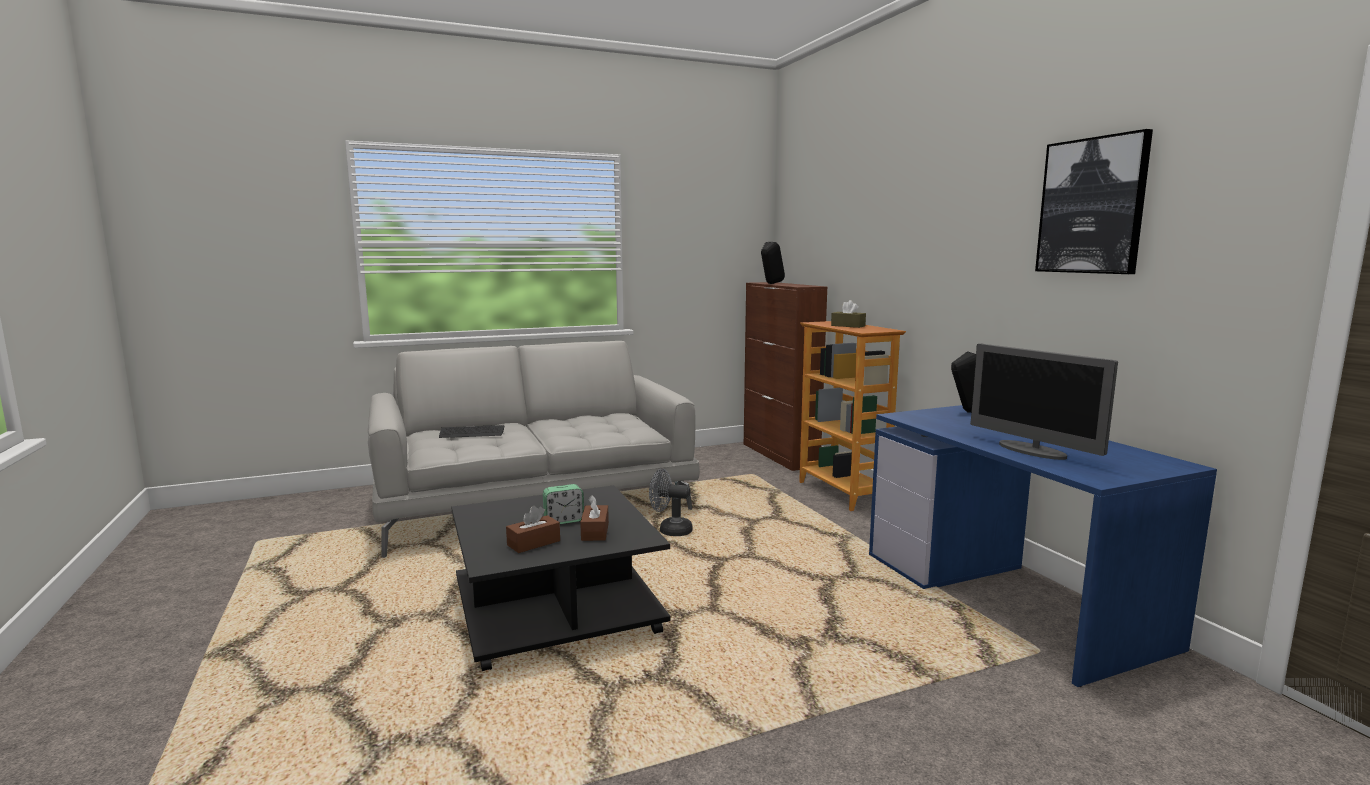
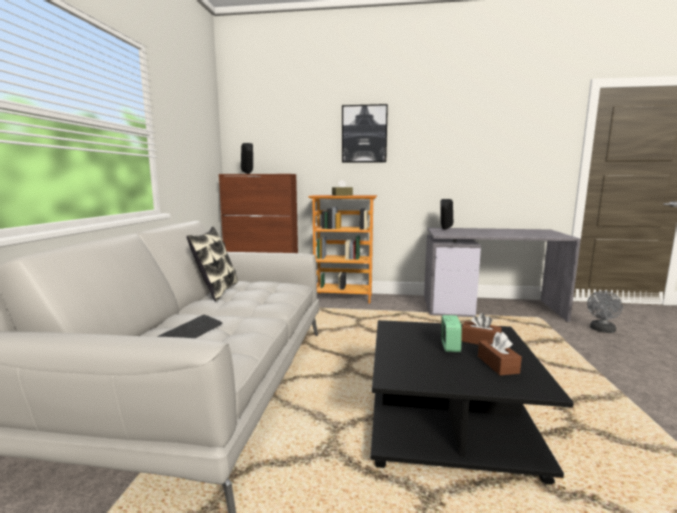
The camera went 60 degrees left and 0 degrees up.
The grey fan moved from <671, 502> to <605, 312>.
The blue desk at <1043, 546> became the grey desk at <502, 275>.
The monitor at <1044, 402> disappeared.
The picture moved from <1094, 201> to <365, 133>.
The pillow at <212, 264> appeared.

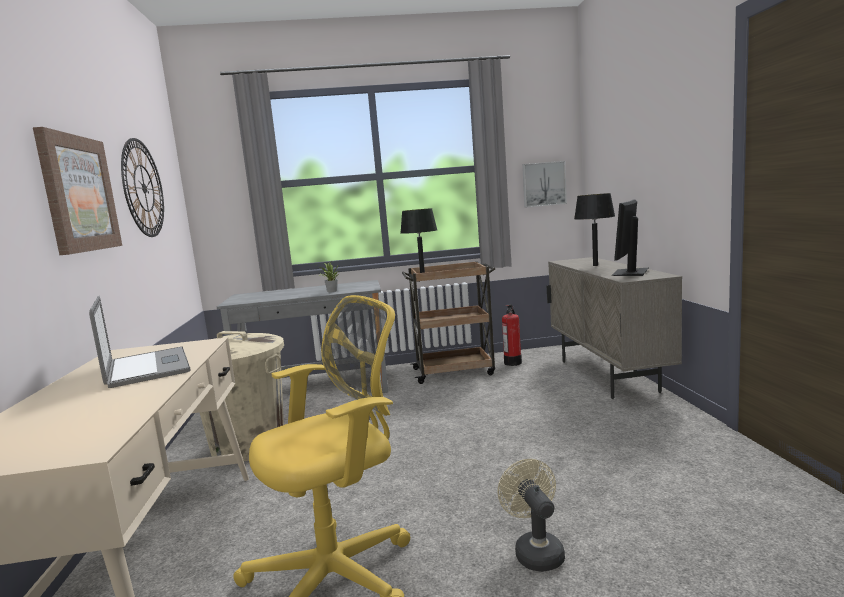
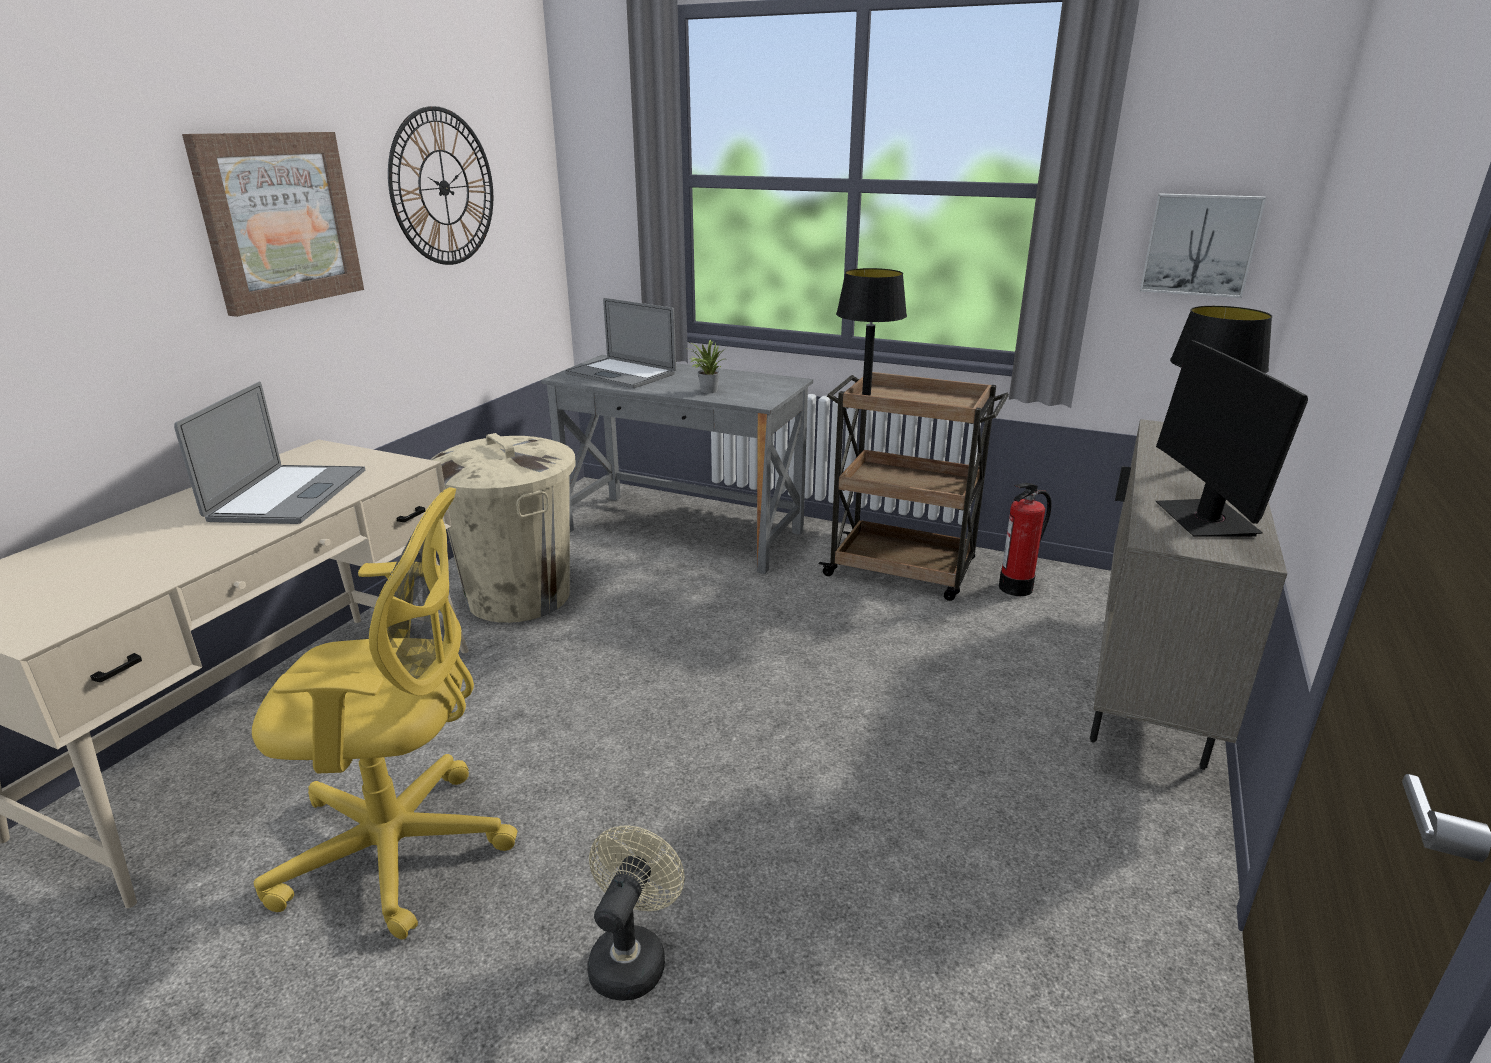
The camera went 30 degrees right and 15 degrees up.
The monitor at <630, 237> turned 60 degrees counterclockwise.
The laptop at <620, 343> appeared.

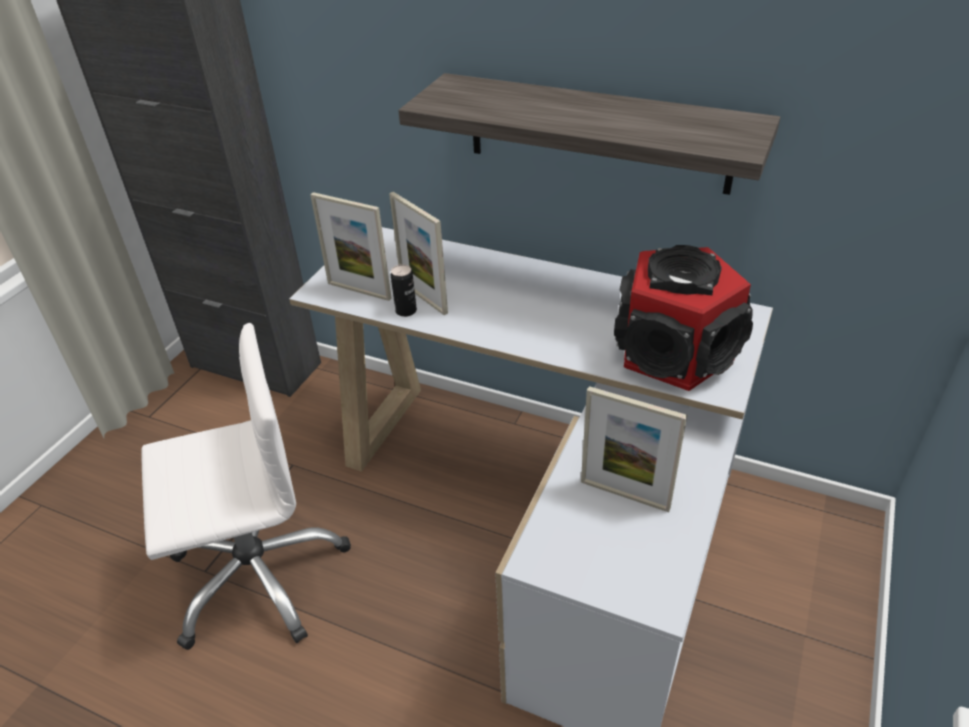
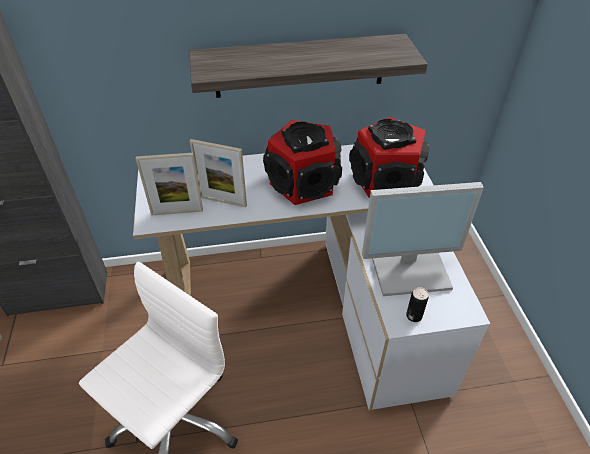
The camera went 35 degrees left and 5 degrees up.
The can moved from <404, 290> to <417, 304>.
The picture frame at <634, 449> was replaced by the monitor at <423, 239>.
The speaker at <302, 162> appeared.

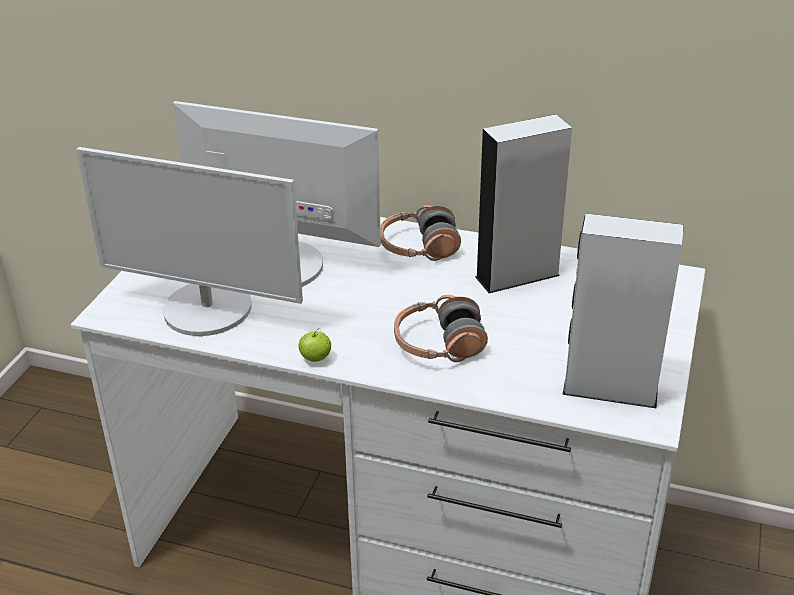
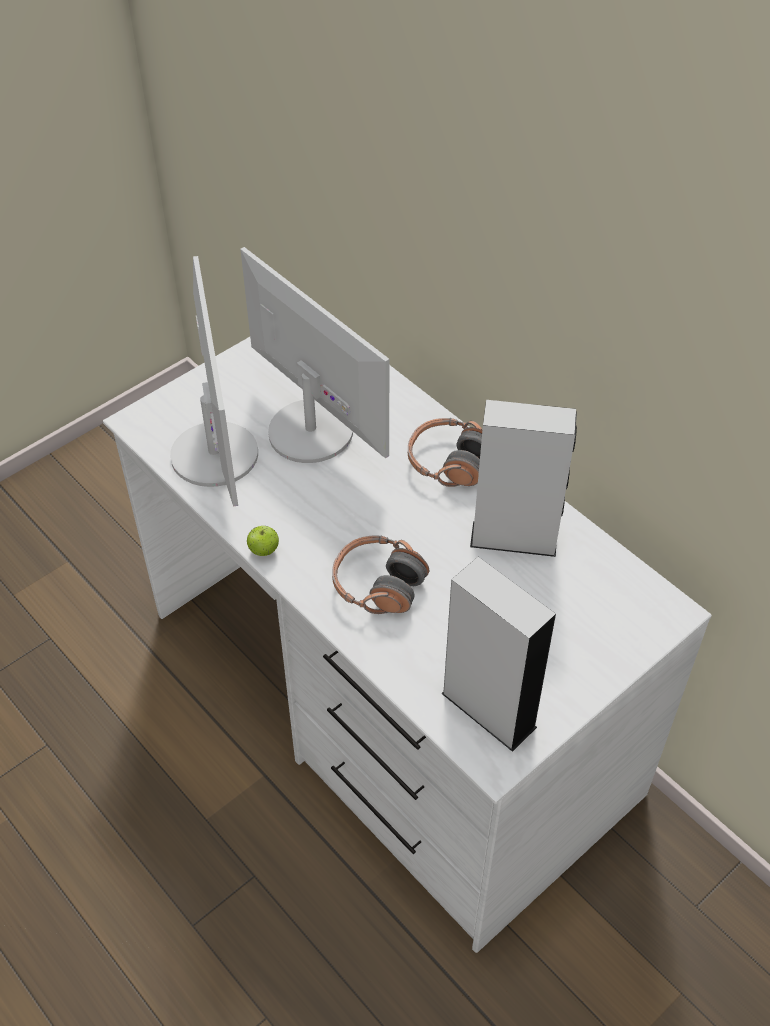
The camera went 30 degrees right and 15 degrees up.
The monitor at <189, 241> turned 150 degrees counterclockwise.

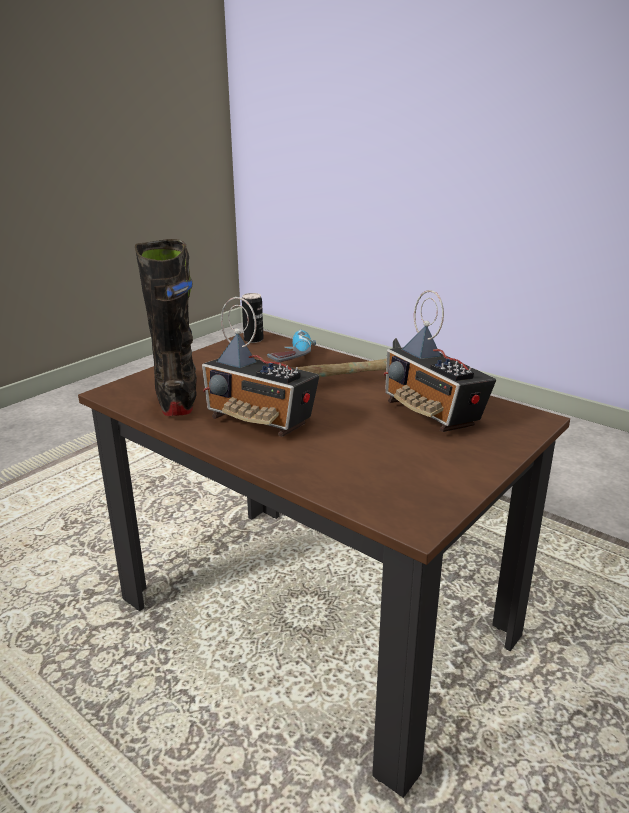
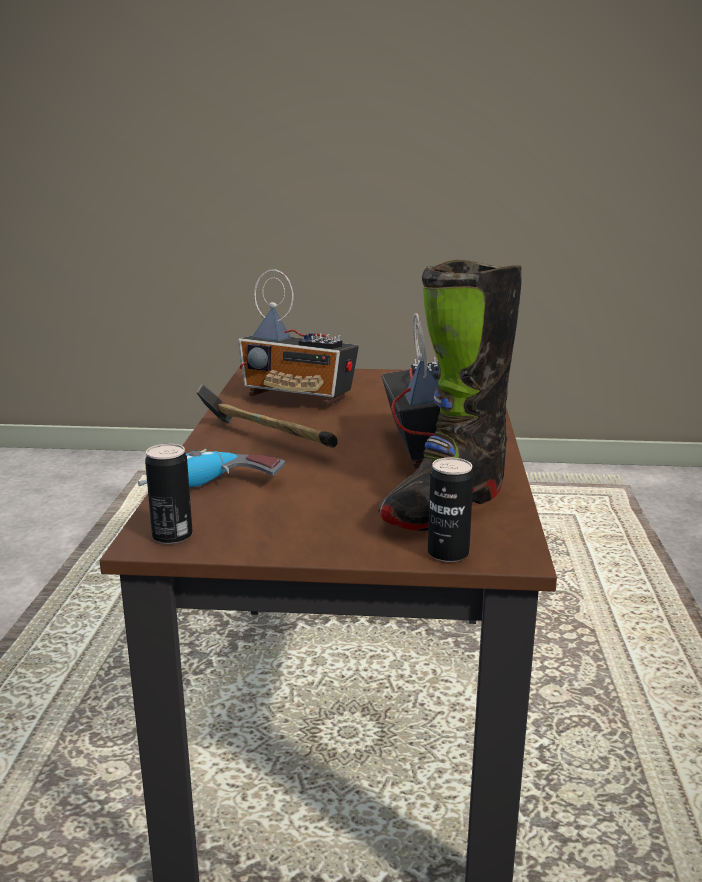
The camera went 125 degrees left and 5 degrees down.
The radio at <440, 361> turned 90 degrees clockwise.
The can at <451, 510> appeared.

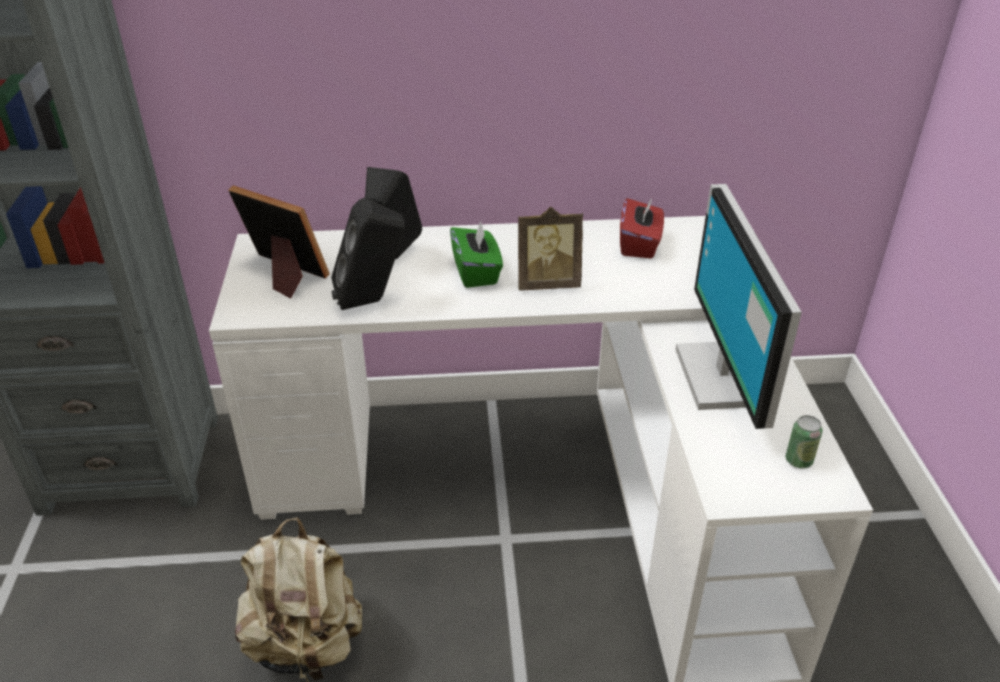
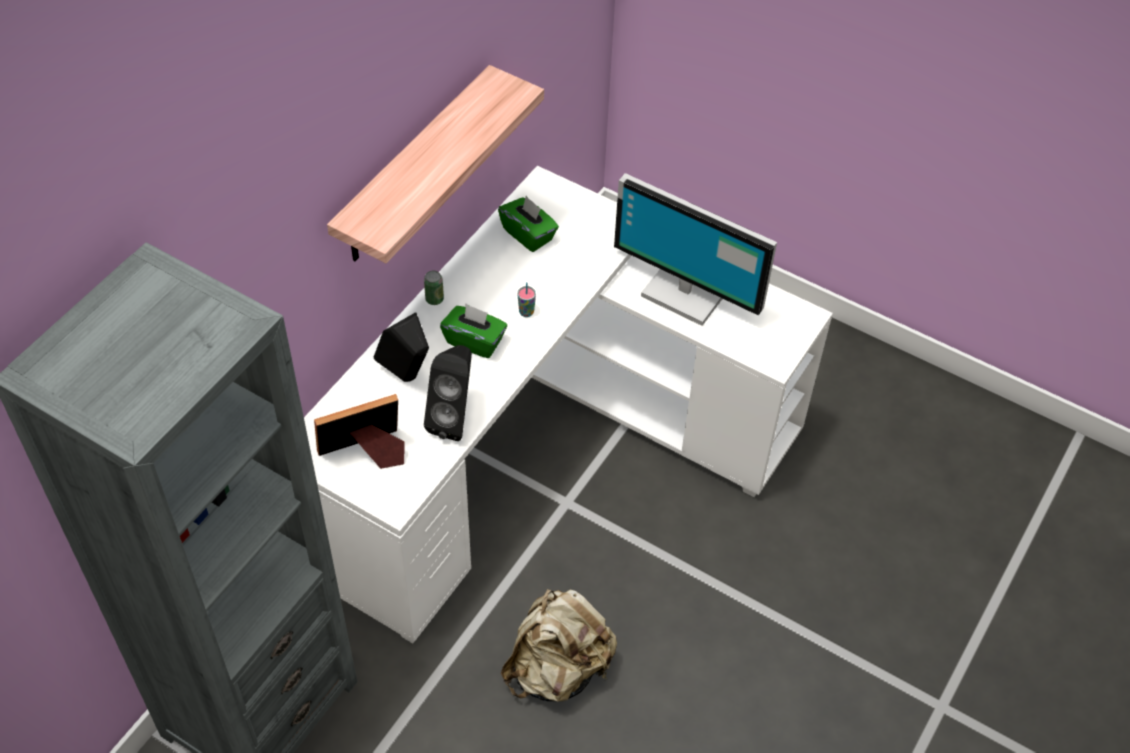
The camera went 55 degrees left and 15 degrees up.
The picture frame at <550, 249> was replaced by the cup at <526, 299>.
The red tissue box at <642, 227> became the green tissue box at <528, 224>.
The can moved from <804, 442> to <434, 288>.
The shelf at <435, 164> appeared.

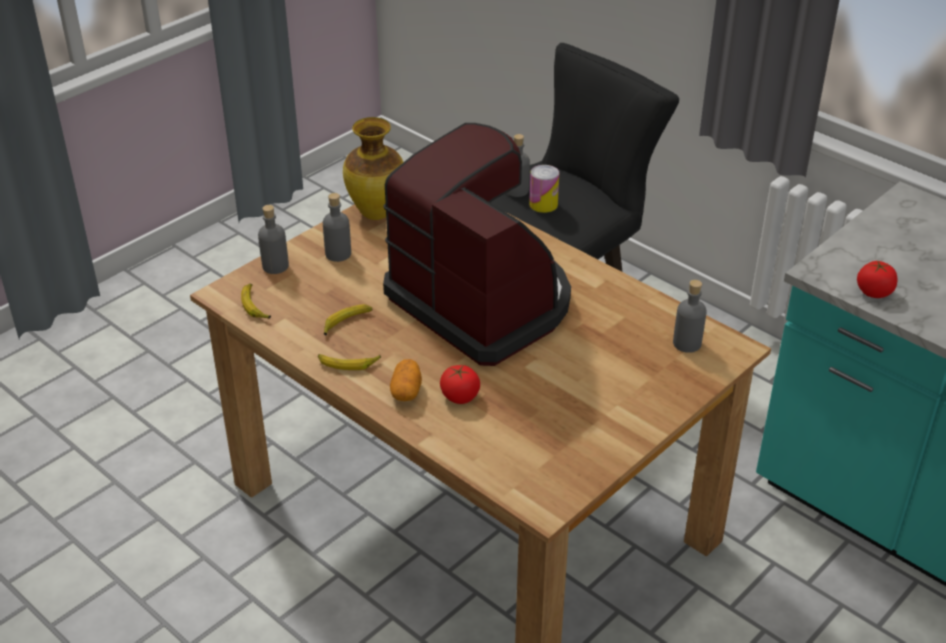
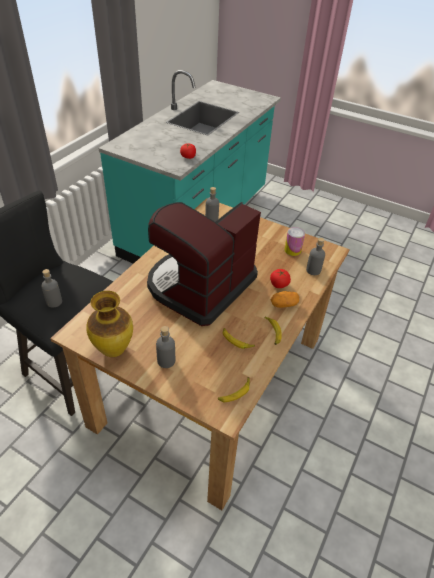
The camera went 105 degrees left and 5 degrees up.
The grey bottle moved from <273, 239> to <315, 256>.
The can moved from <544, 189> to <294, 241>.

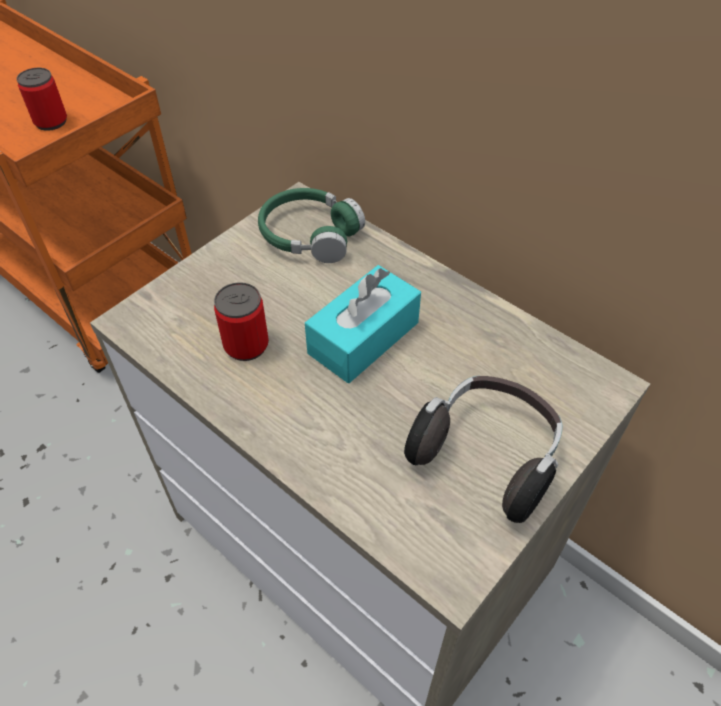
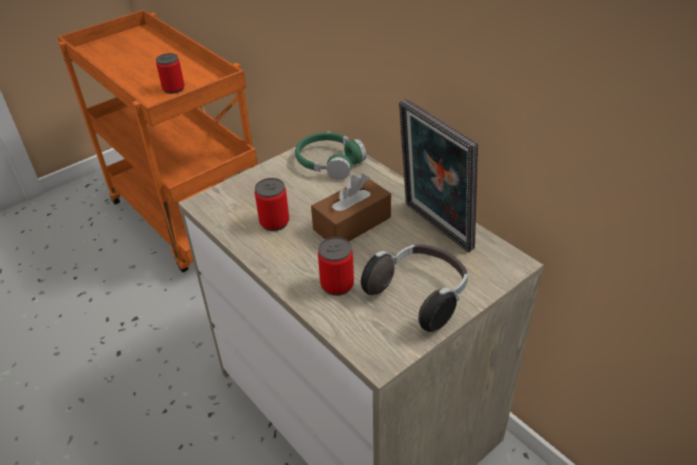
The camera went 10 degrees right and 10 degrees down.
The turquoise tissue box at <363, 324> became the brown tissue box at <351, 207>.
The can at <336, 266> appeared.
The picture frame at <438, 175> appeared.

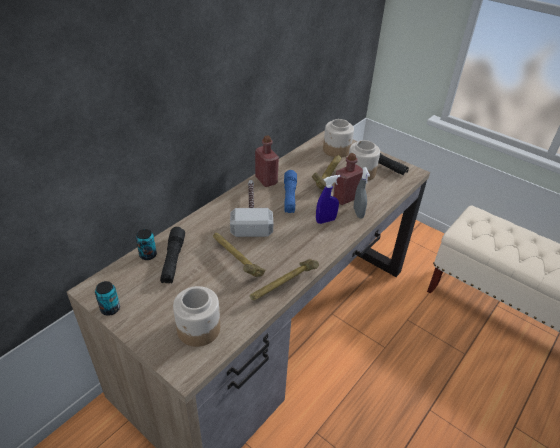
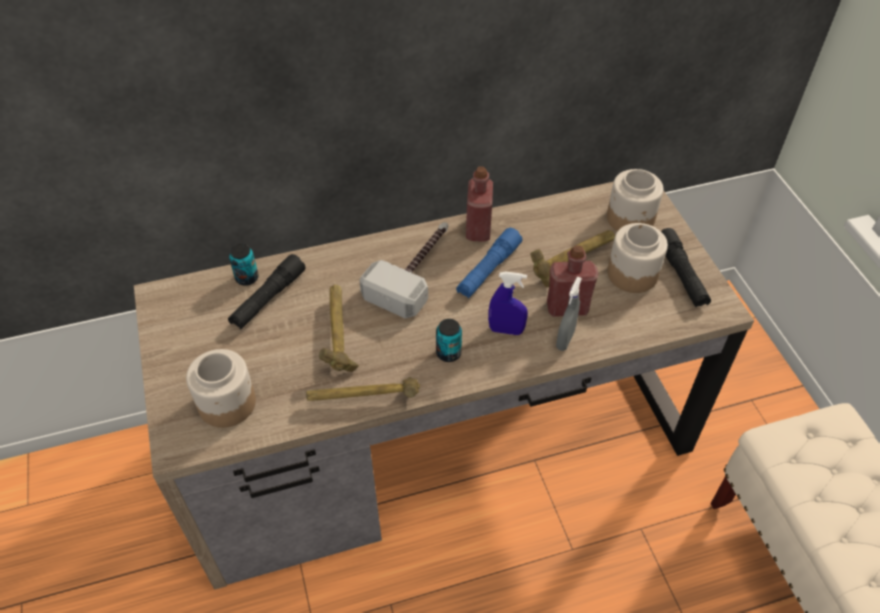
The camera went 35 degrees right and 10 degrees up.
The can moved from <107, 298> to <449, 340>.

